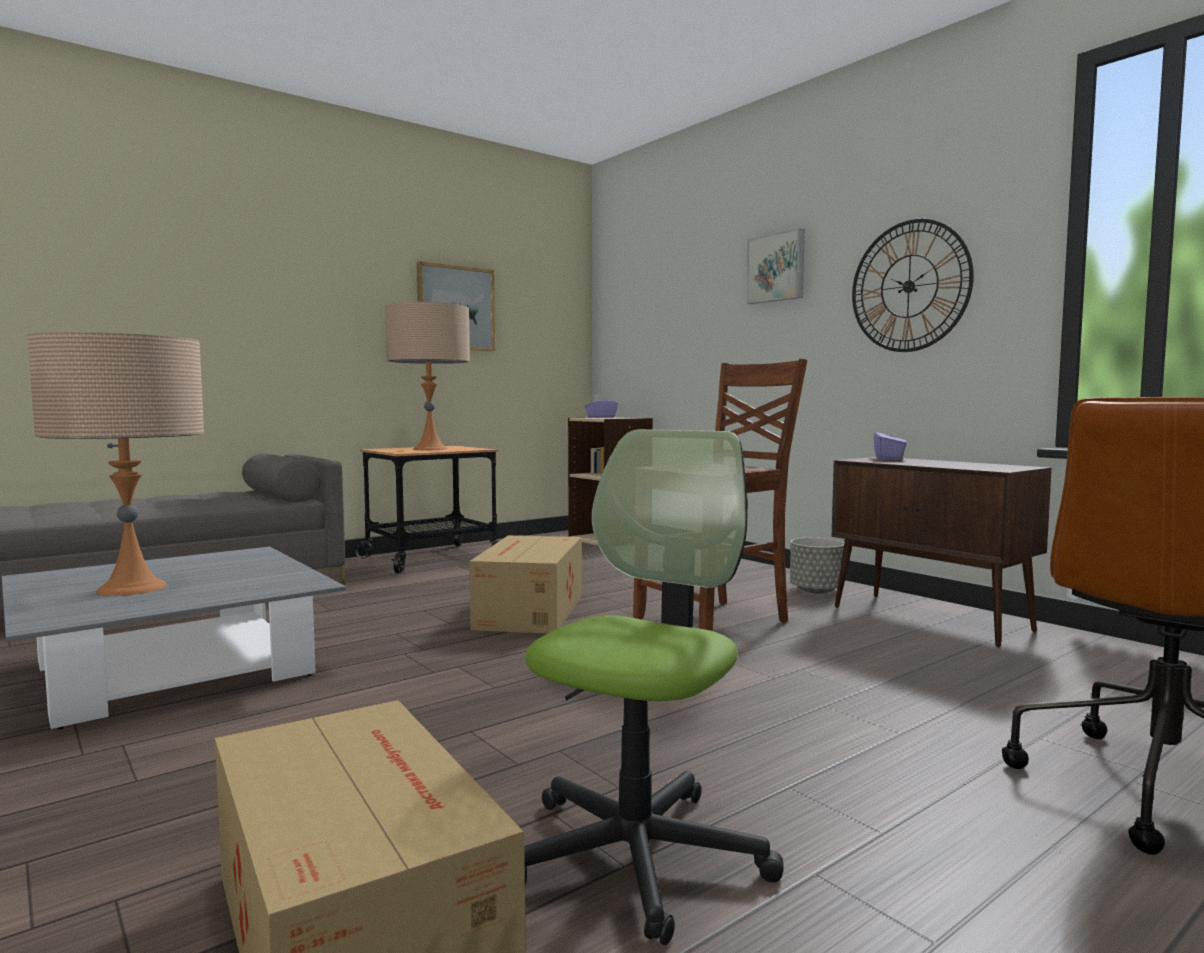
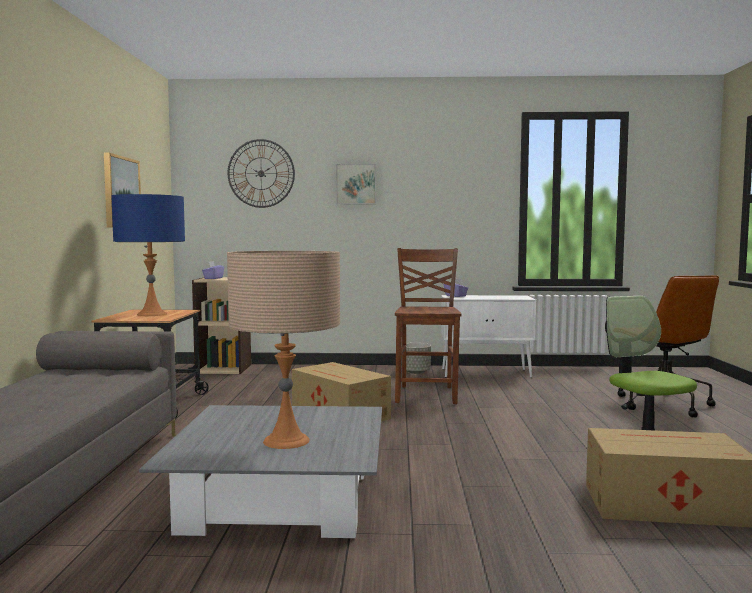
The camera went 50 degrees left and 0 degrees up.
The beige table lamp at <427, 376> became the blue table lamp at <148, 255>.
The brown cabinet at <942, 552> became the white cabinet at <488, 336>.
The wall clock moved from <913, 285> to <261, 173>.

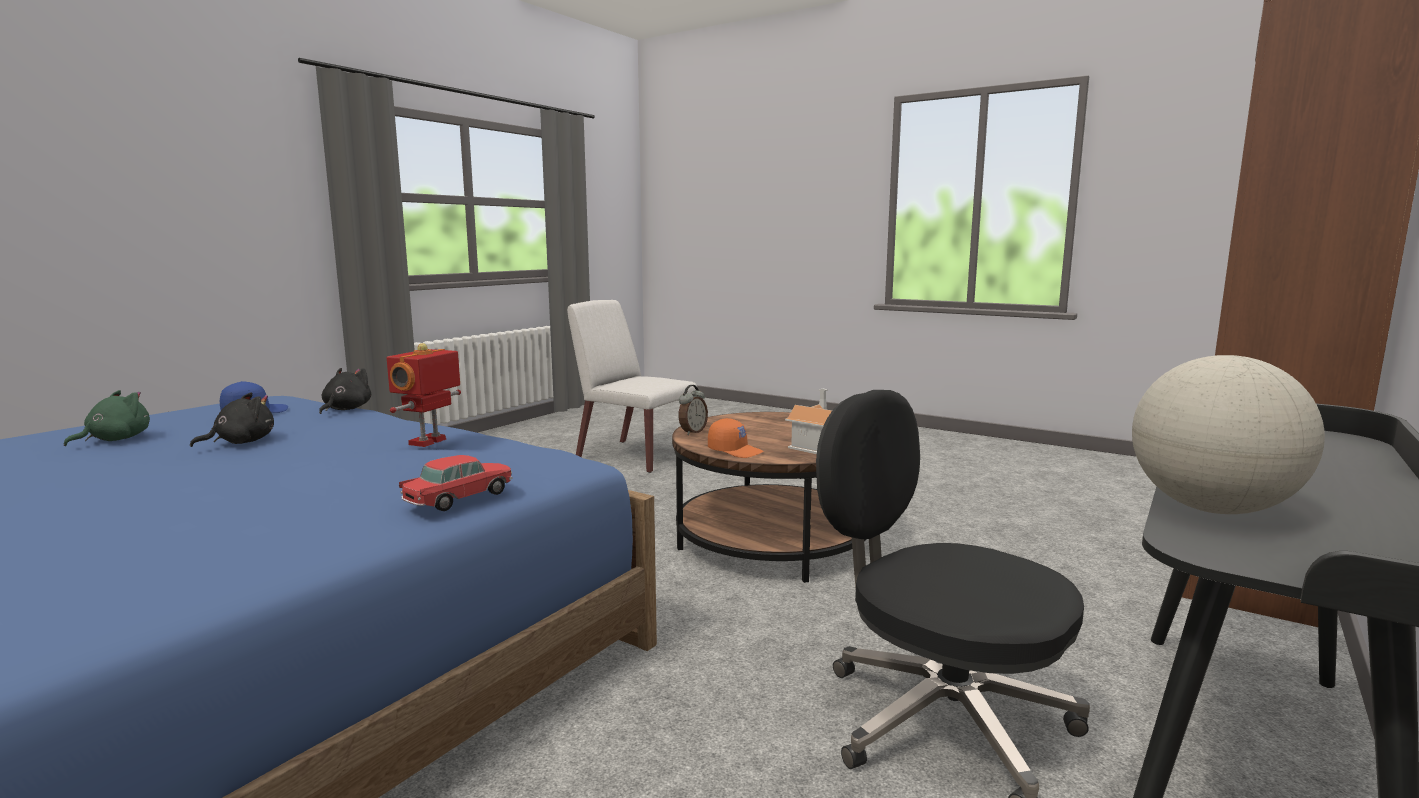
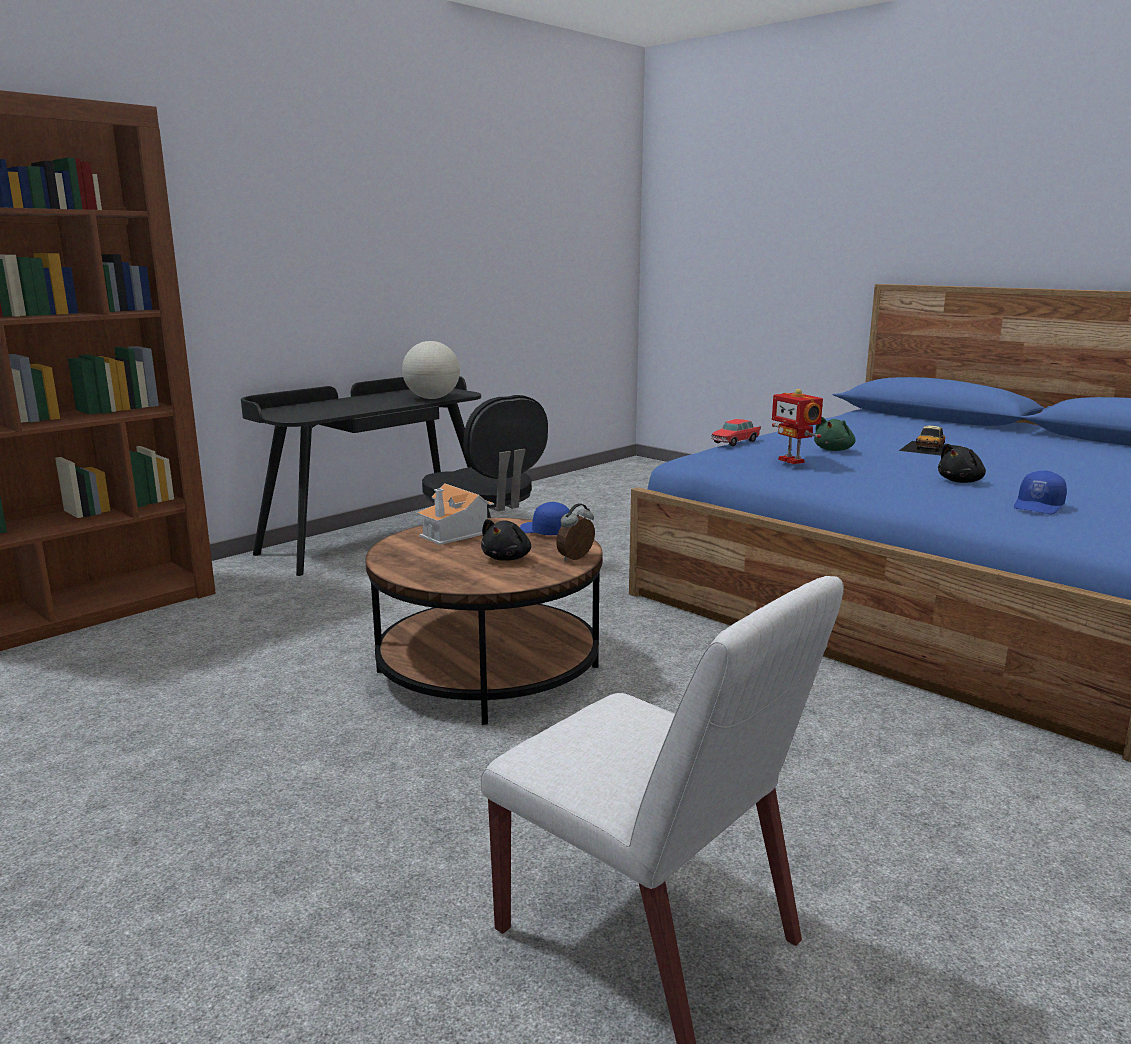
The camera went 170 degrees left and 5 degrees up.
The green plush toy moved from <106, 418> to <834, 434>.
The black plush toy moved from <345, 391> to <506, 540>.
The toy robot at <423, 395> turned 120 degrees clockwise.
The orange cap at <736, 438> became the blue cap at <545, 518>.
The toy car at <930, 441> appeared.

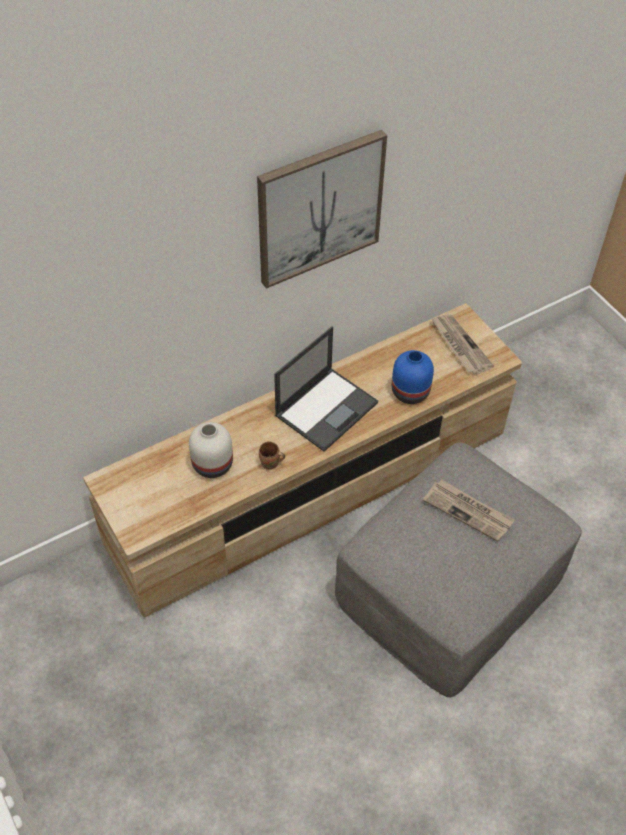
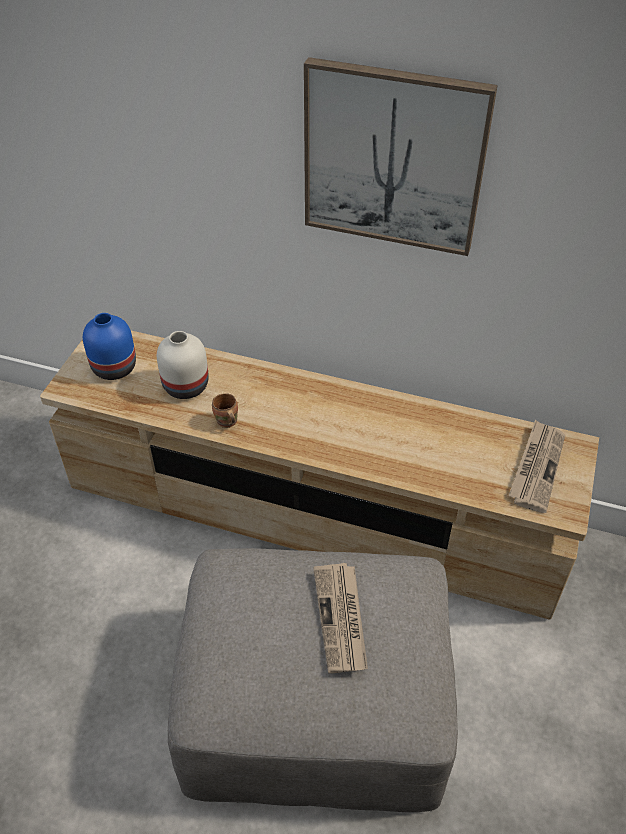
The camera went 50 degrees right and 5 degrees down.
The laptop at <326, 389> disappeared.
The blue vase moved from <413, 377> to <109, 346>.

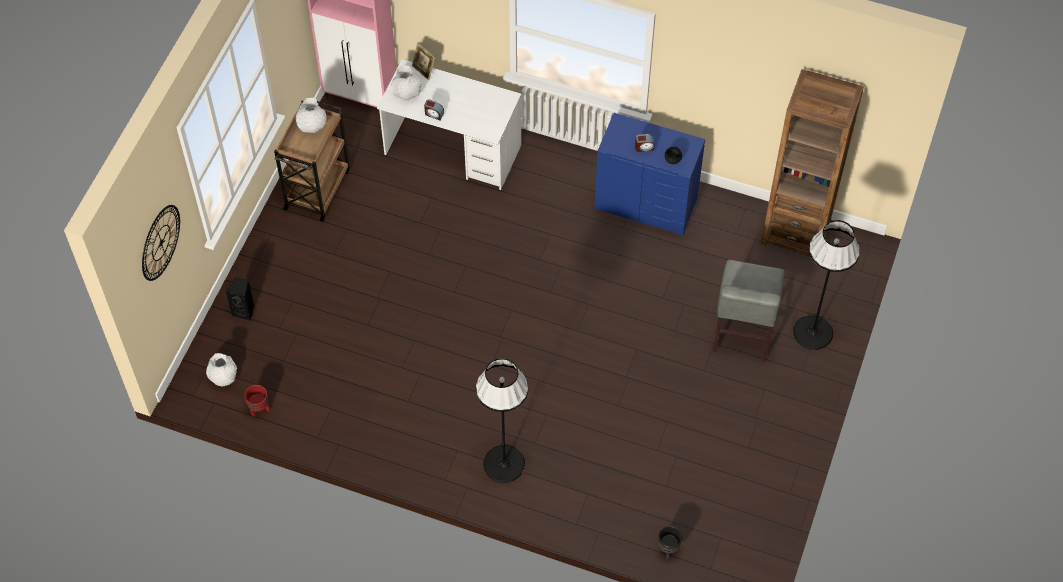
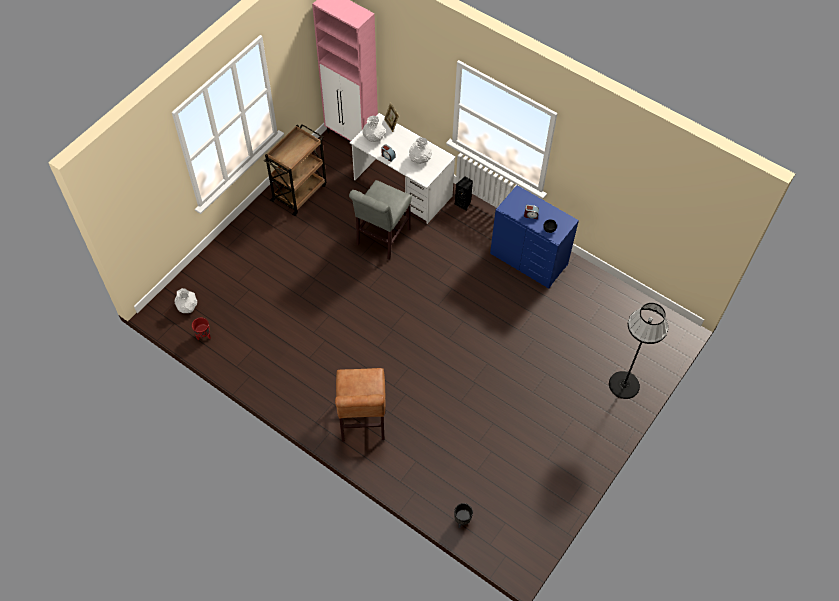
The camera went 15 degrees right and 0 degrees up.
The wall clock at <161, 243> disappeared.
The black speaker moved from <240, 299> to <463, 194>.
The white vase moved from <311, 115> to <420, 150>.
The black floor lamp at <502, 420> was replaced by the brown chair at <360, 405>.
The grey chair moved from <749, 311> to <380, 220>.
The brown bookcase at <812, 162> disappeared.

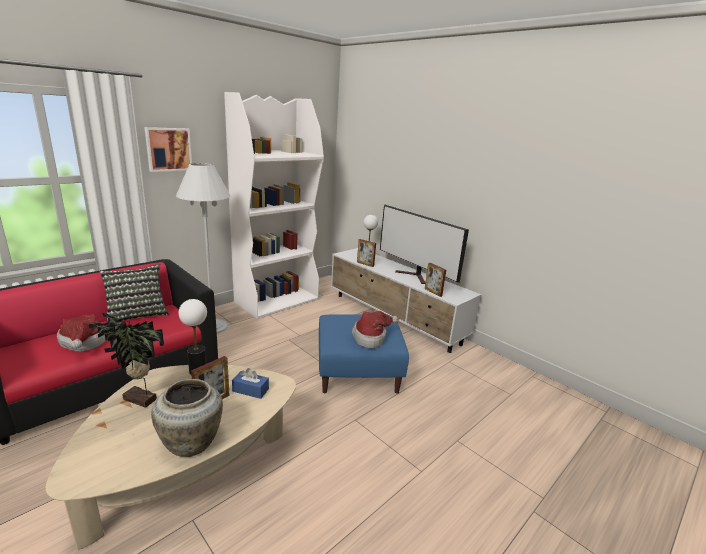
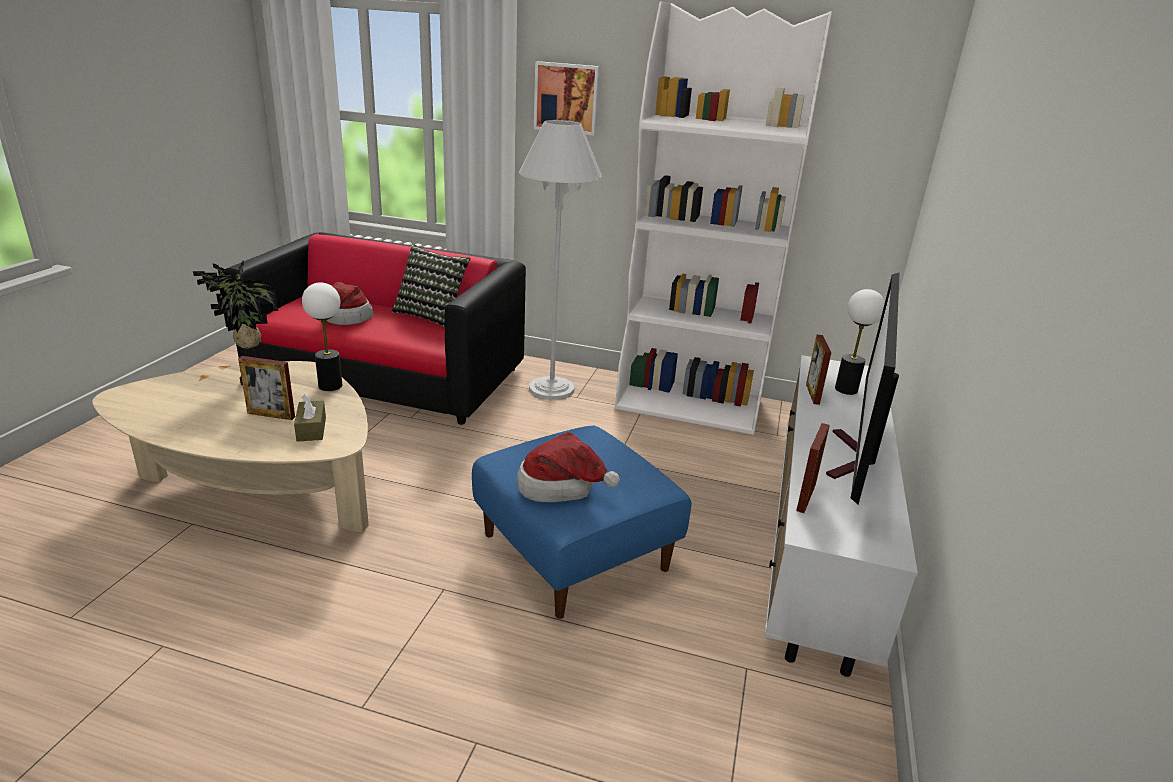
The camera went 60 degrees right and 5 degrees up.
The beige vase at <187, 418> disappeared.
The blue tissue box at <250, 383> became the brown tissue box at <310, 418>.

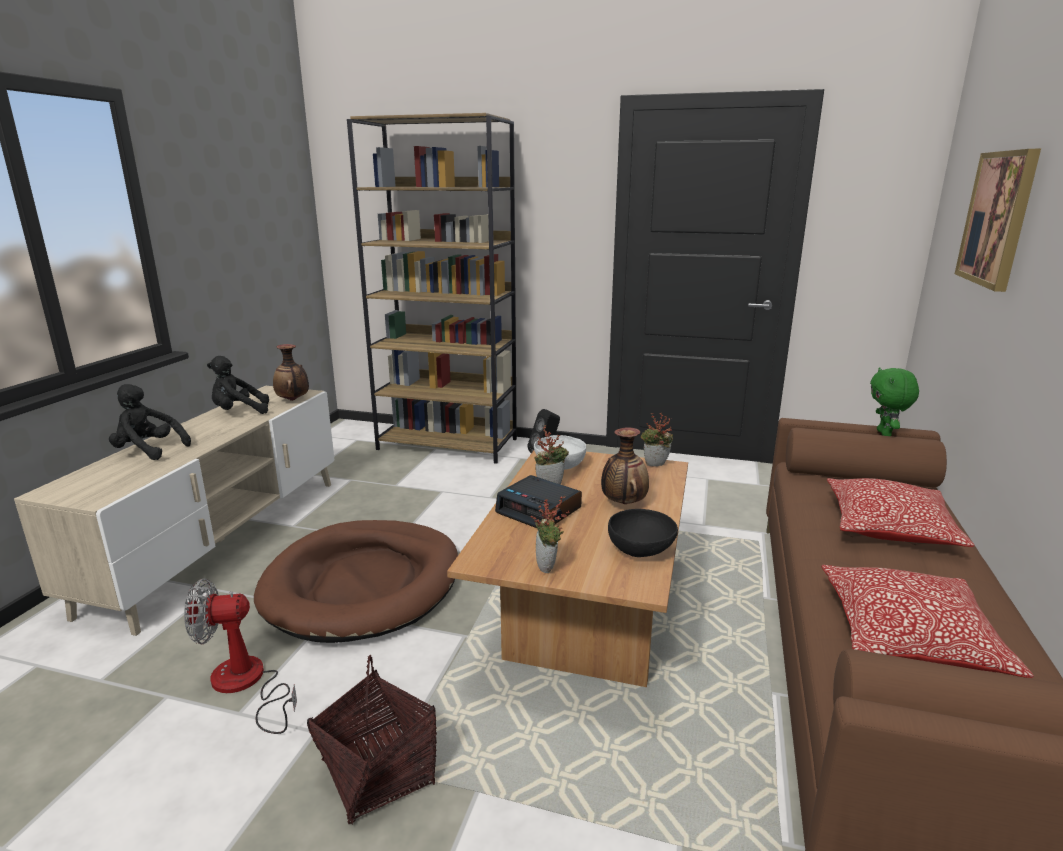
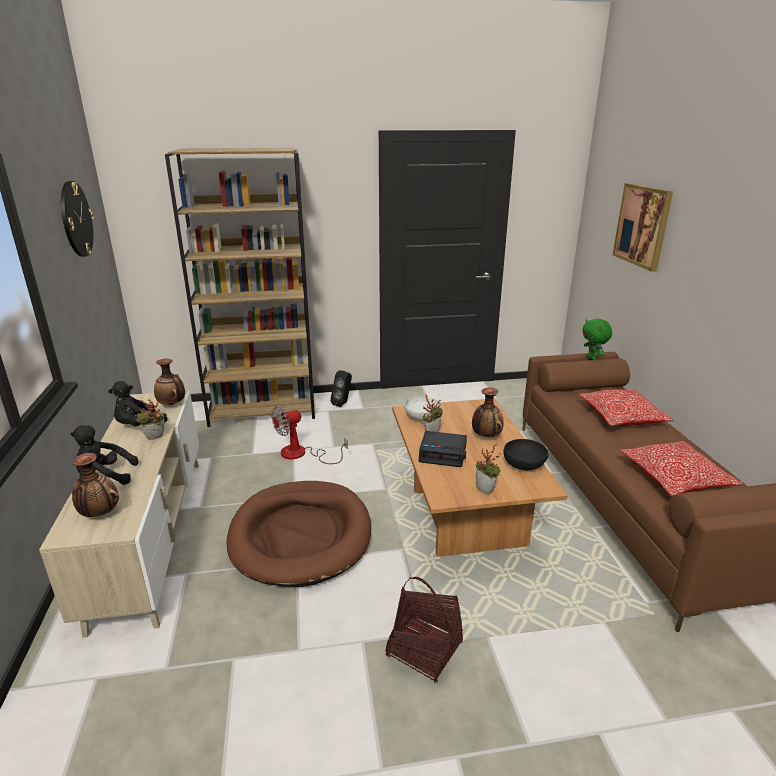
The camera went 25 degrees left and 5 degrees up.
The fan moved from <240, 656> to <310, 435>.
The potted plant moved from <657, 439> to <150, 419>.
The wall clock at <77, 219> appeared.
The vase at <95, 485> appeared.

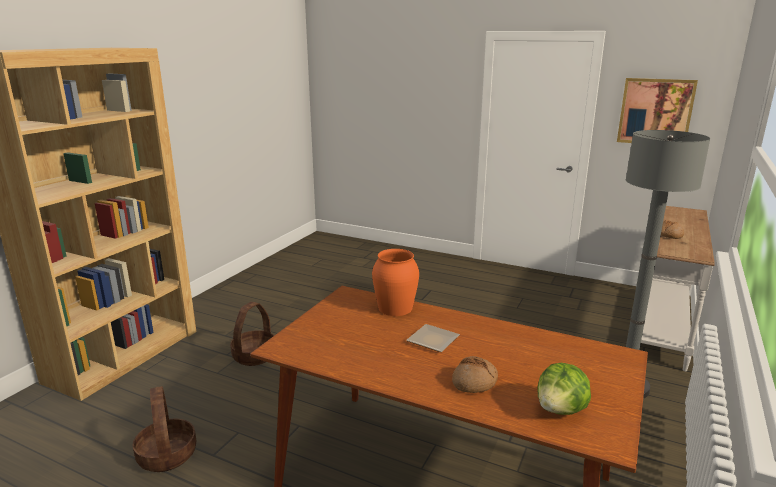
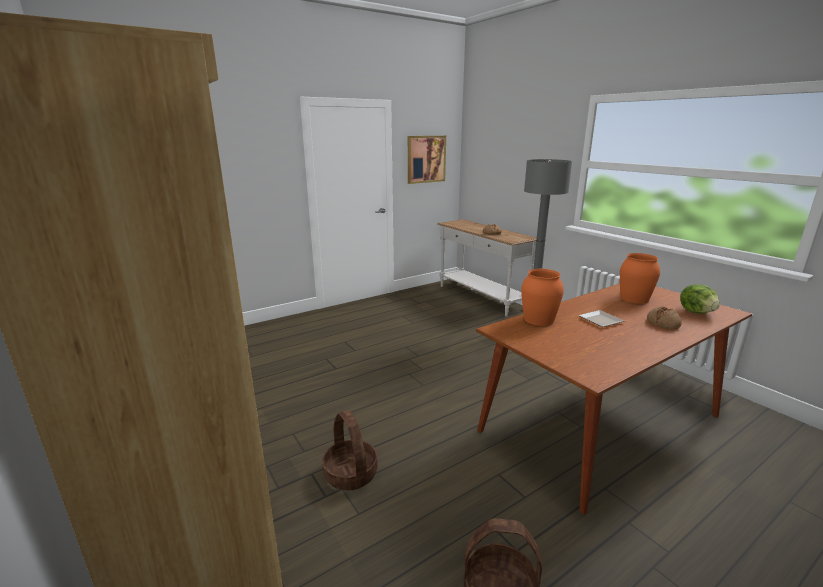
The camera went 60 degrees left and 0 degrees up.
The orange vase at <640, 278> appeared.

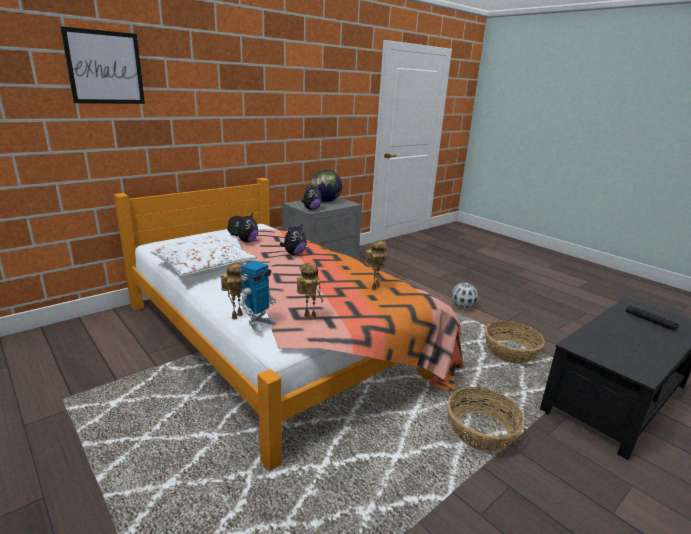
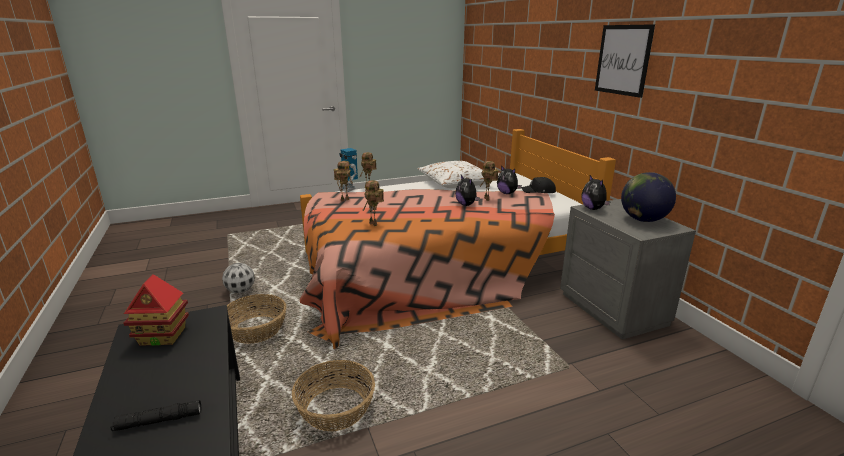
The camera went 110 degrees right and 0 degrees up.
The picture moved from <102, 65> to <625, 61>.
The football moved from <464, 295> to <238, 278>.
The toy house at <156, 310> appeared.
The toy robot at <489, 181> appeared.

